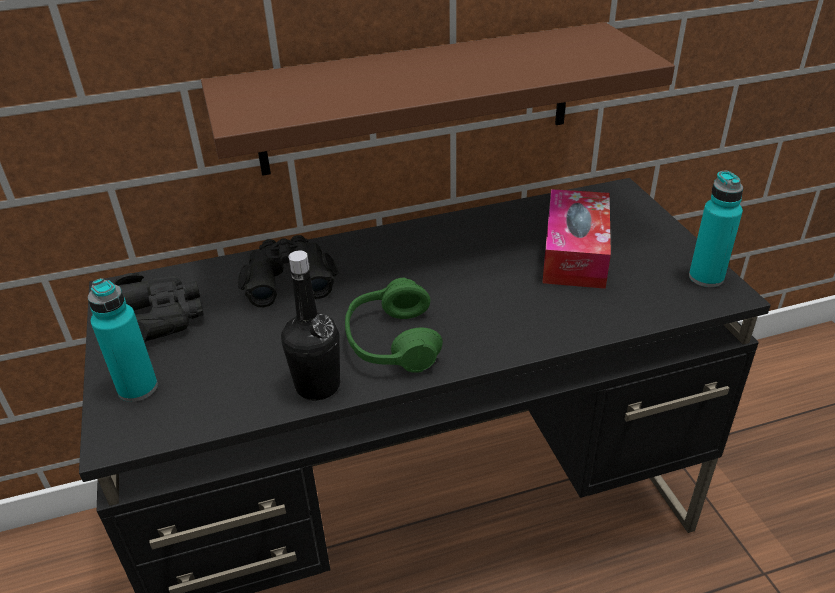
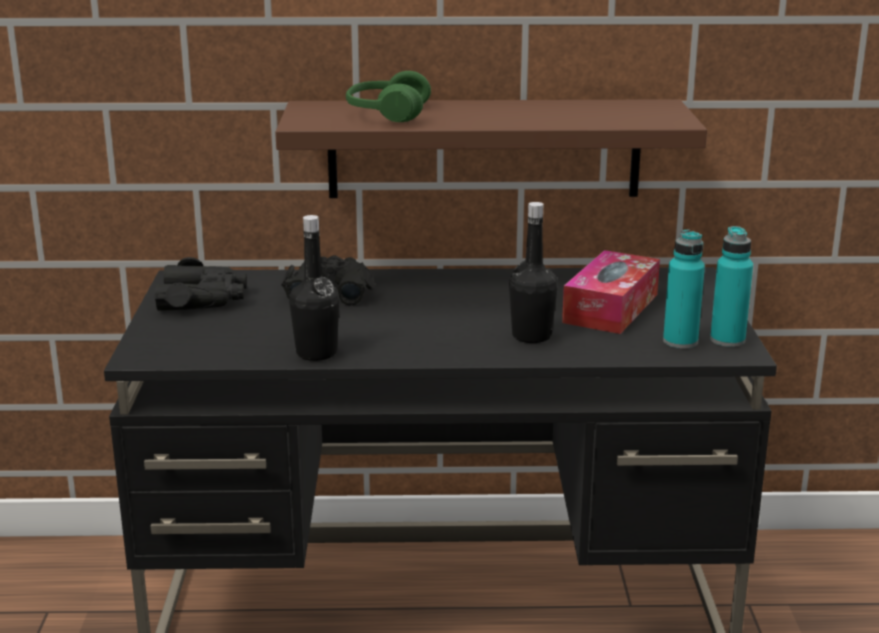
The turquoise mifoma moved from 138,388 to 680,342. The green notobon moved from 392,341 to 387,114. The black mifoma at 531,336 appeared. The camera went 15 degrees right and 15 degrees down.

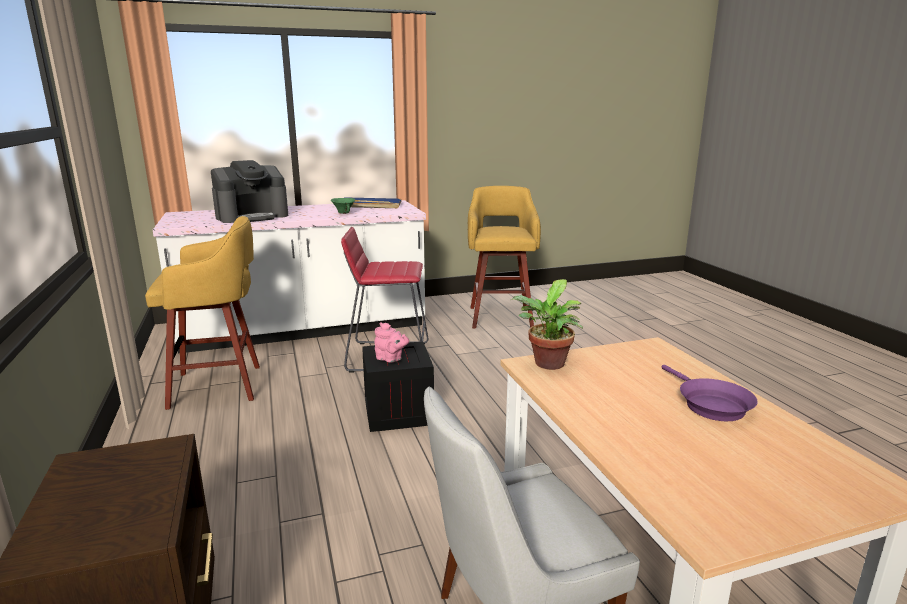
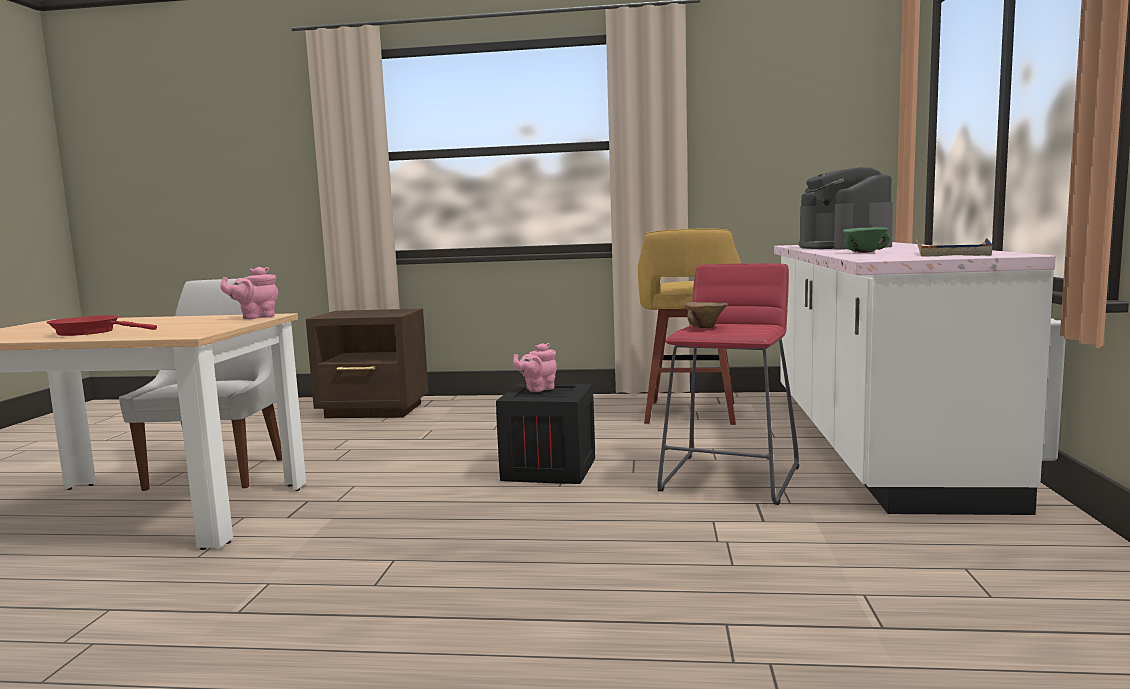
The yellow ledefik at 500,316 disappeared. The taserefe at 547,365 was replaced by the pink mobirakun at 255,317. The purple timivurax at 710,404 became the red timivurax at 91,332. The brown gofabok at 705,328 appeared. The camera went 115 degrees right and 10 degrees down.

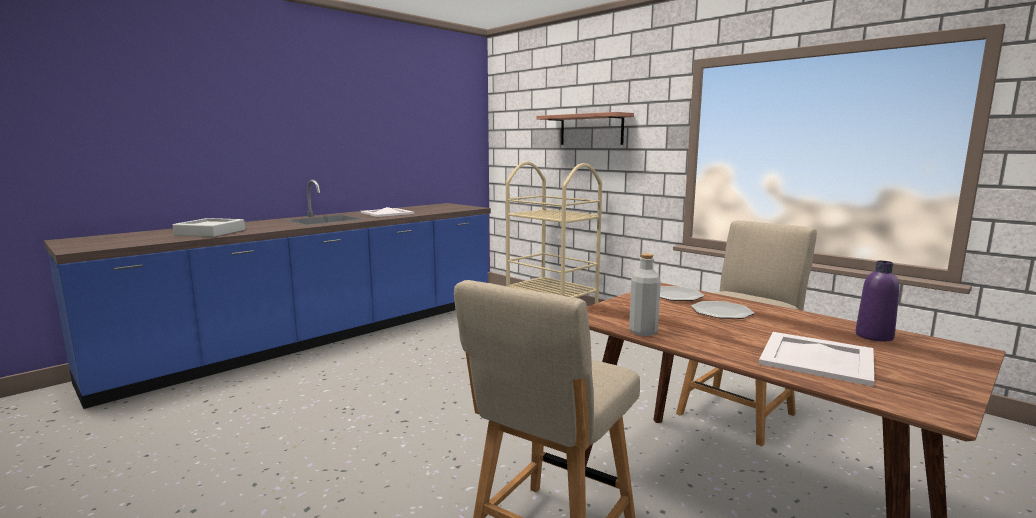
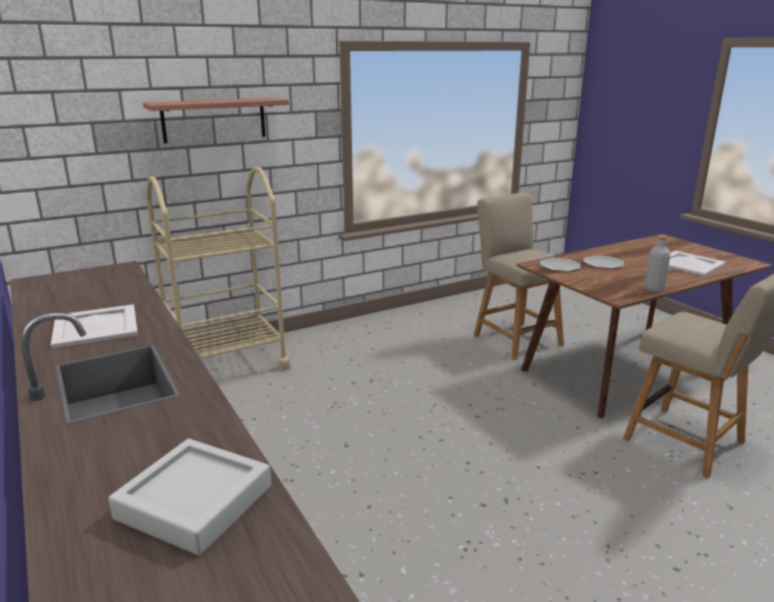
The purple mifoma at 874,336 disappeared. The camera went 75 degrees left and 10 degrees up.

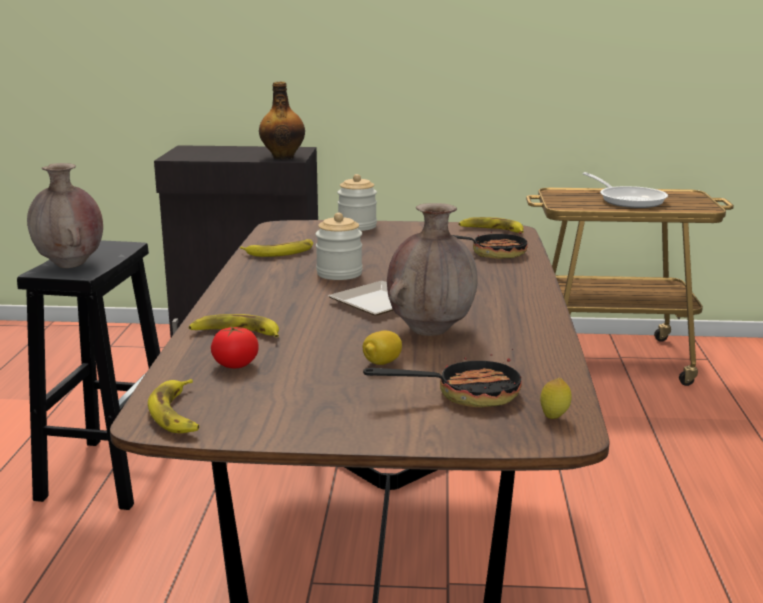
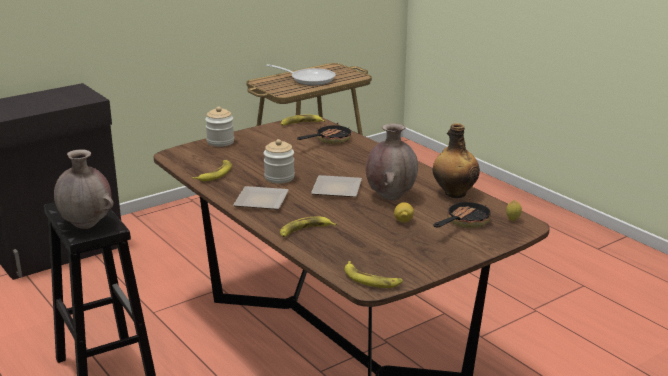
The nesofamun at 236,365 disappeared. The mifoma moved from 283,157 to 454,193. The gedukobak at 260,200 appeared. The camera went 40 degrees left and 5 degrees up.

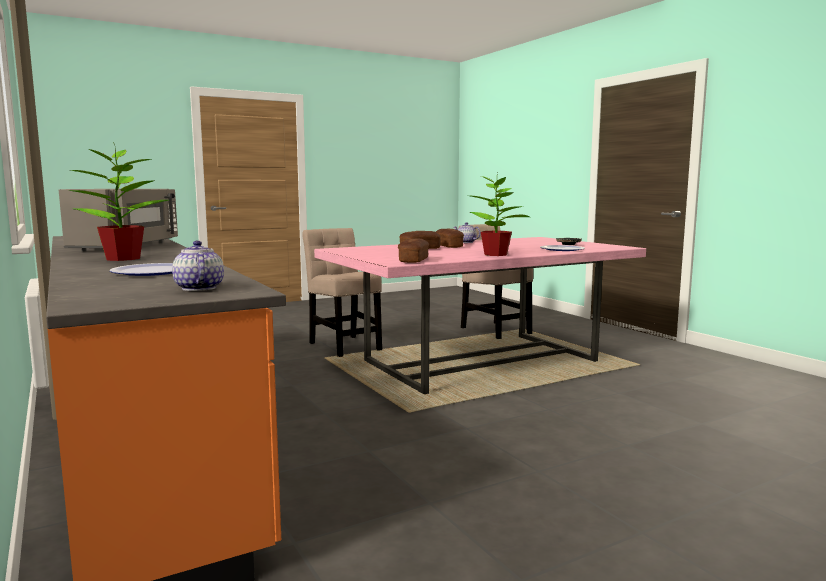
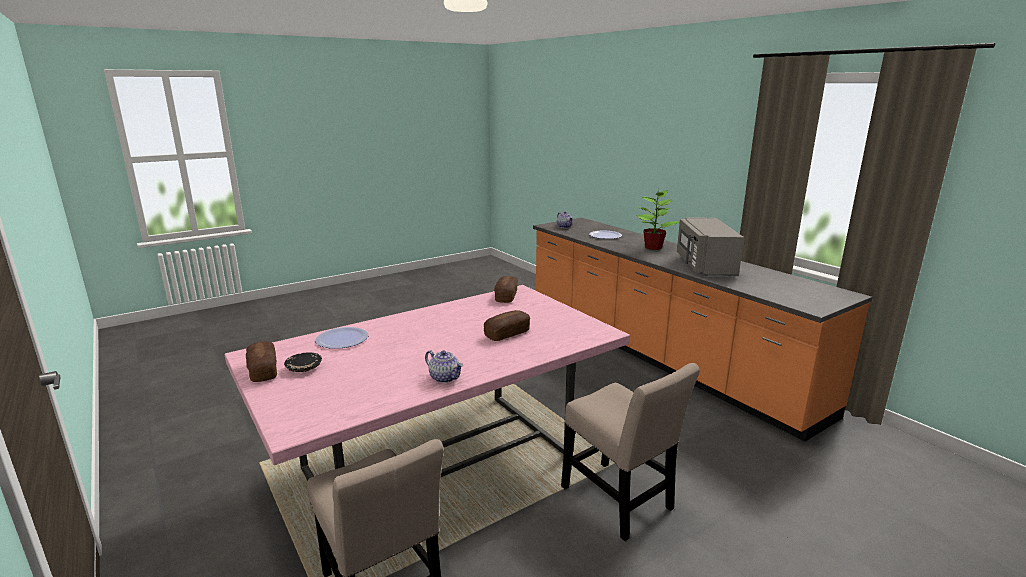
The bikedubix moved from 448,246 to 263,370. The taserefe at 496,254 disappeared. The camera went 175 degrees right and 10 degrees up.

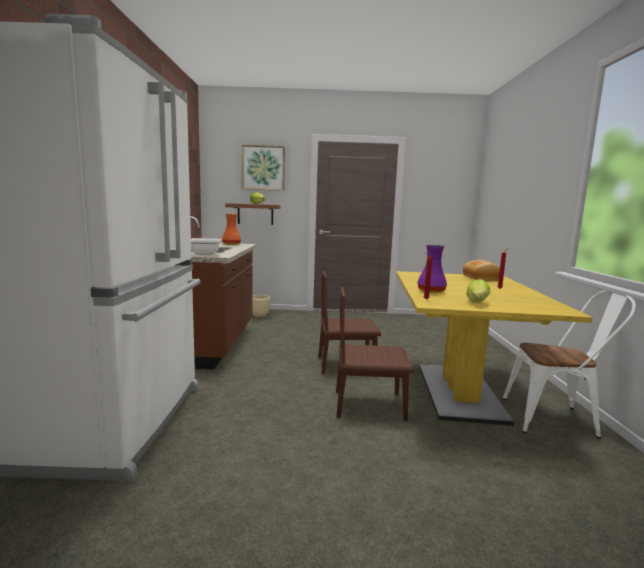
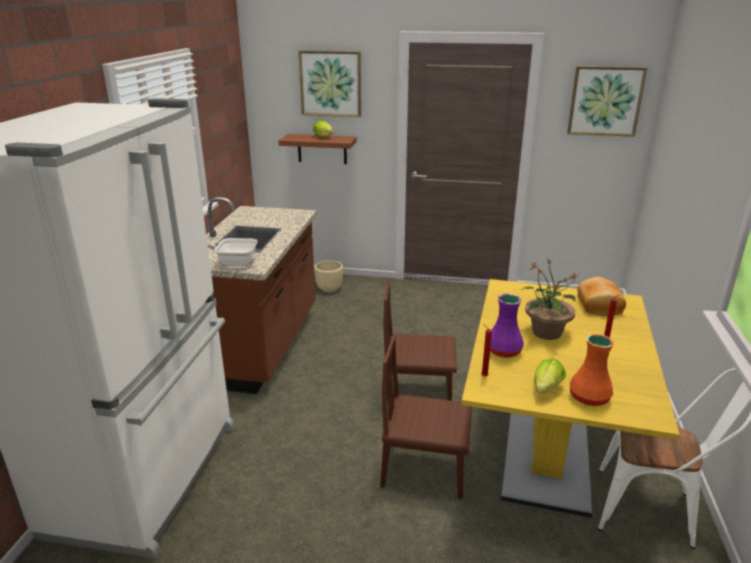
The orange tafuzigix moved from 231,244 to 588,397. The taserefe at 545,332 appeared. The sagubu at 605,101 appeared. The camera went 10 degrees right and 15 degrees up.

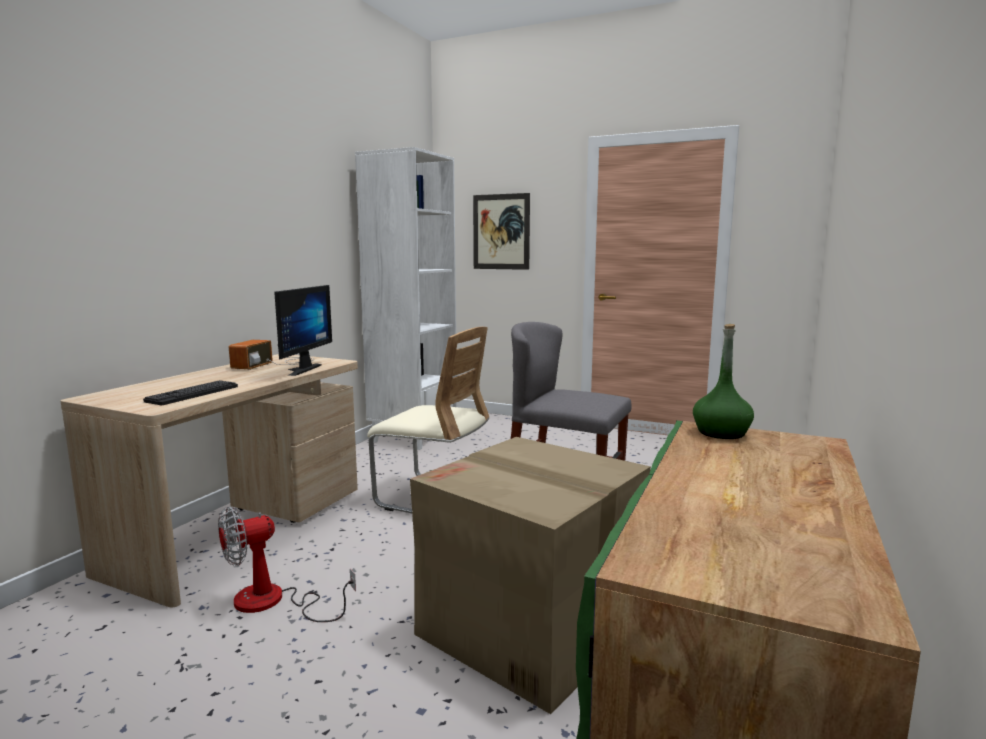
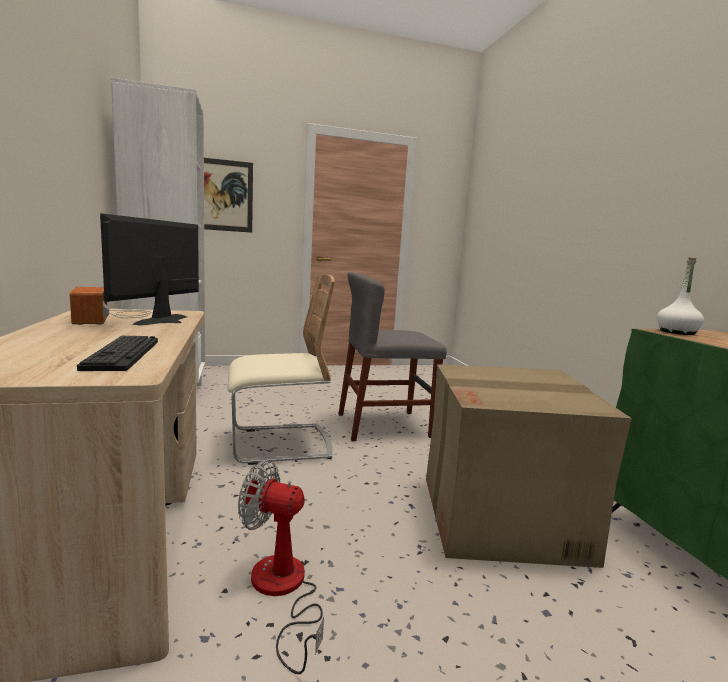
The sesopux at 273,602 turned 90 degrees clockwise. The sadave at 299,369 turned 135 degrees counterclockwise. The green mifoma at 721,433 became the white mifoma at 677,332. The camera went 40 degrees left and 0 degrees up.

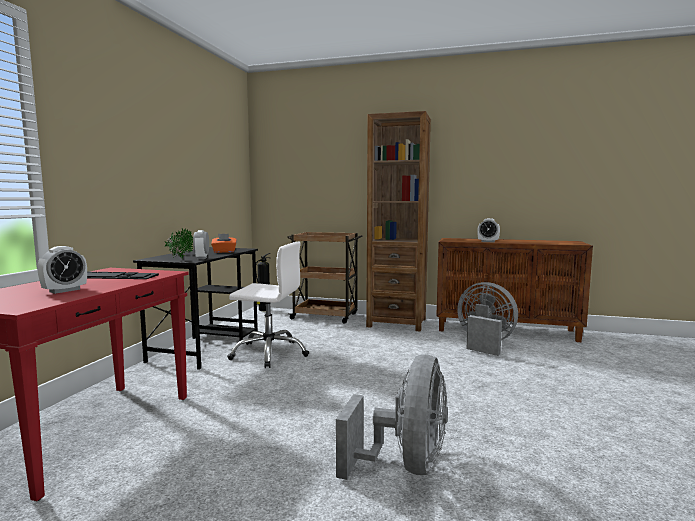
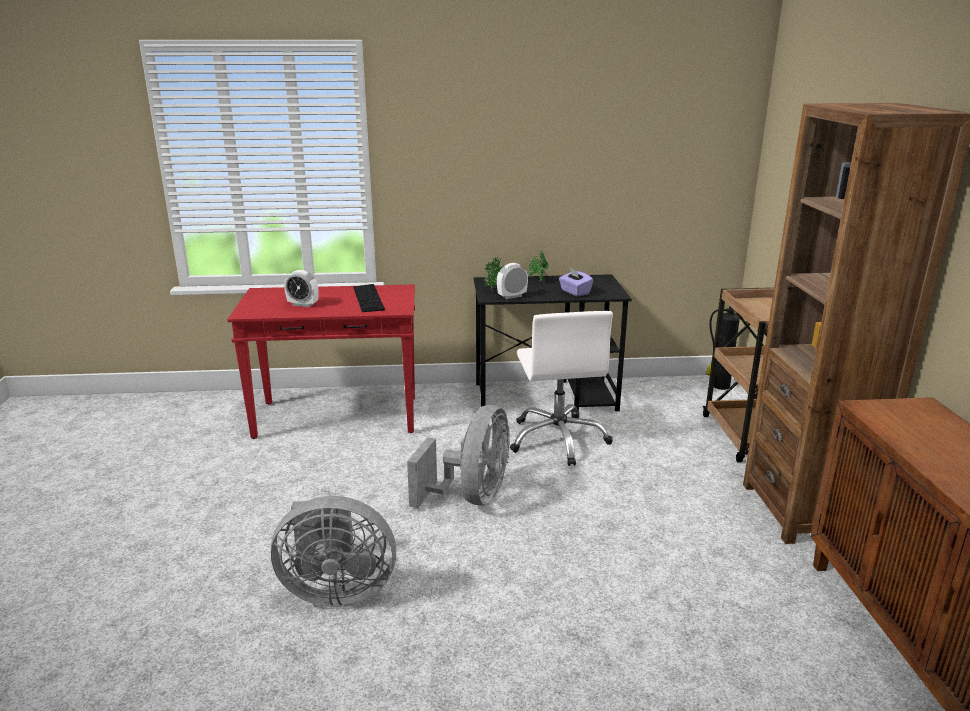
The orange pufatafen at 224,252 became the purple pufatafen at 575,292. The grey sesopux moved from 484,344 to 472,497. The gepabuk at 488,242 disappeared. The camera went 70 degrees right and 15 degrees up.

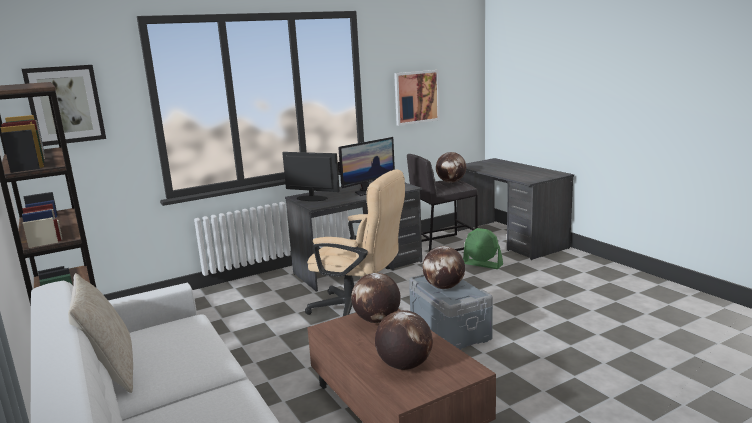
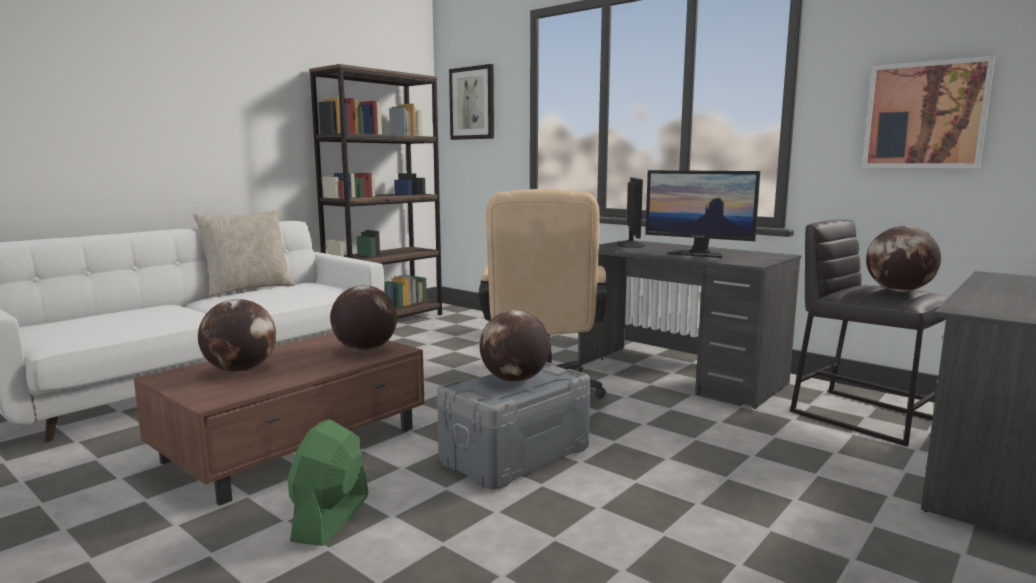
The green sesopux moved from 482,264 to 331,518. The camera went 70 degrees right and 5 degrees down.

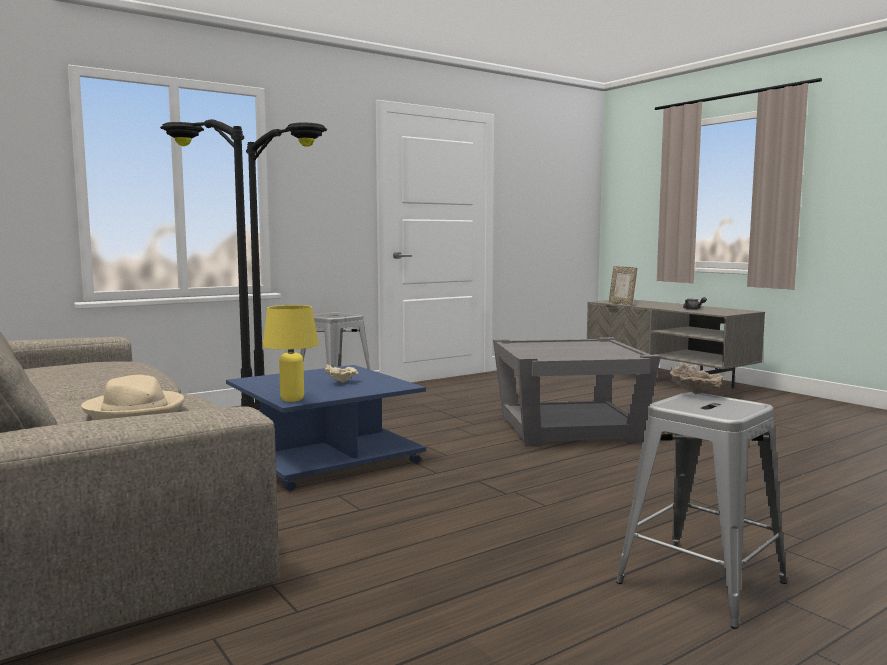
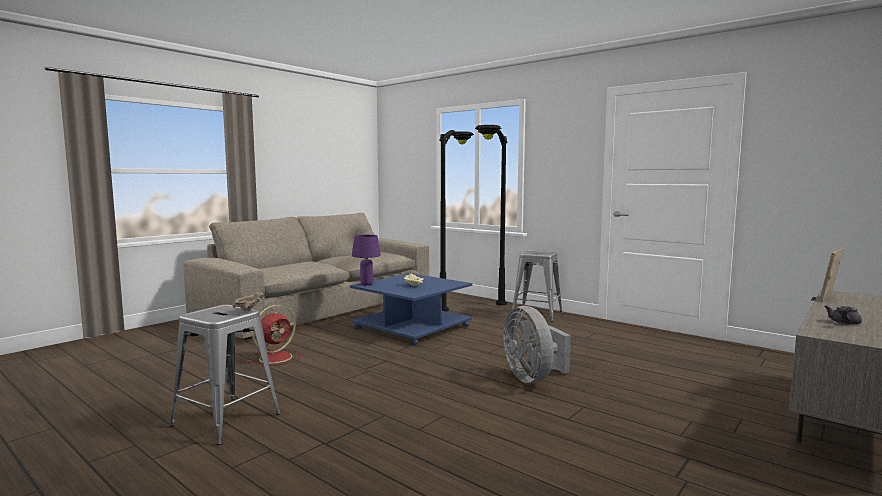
The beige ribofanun at 135,410 disappeared. The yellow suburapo at 291,399 became the purple suburapo at 366,284. The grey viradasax at 568,430 was replaced by the grey sesopux at 533,378. The red sesopux at 277,357 appeared. The camera went 75 degrees right and 0 degrees up.

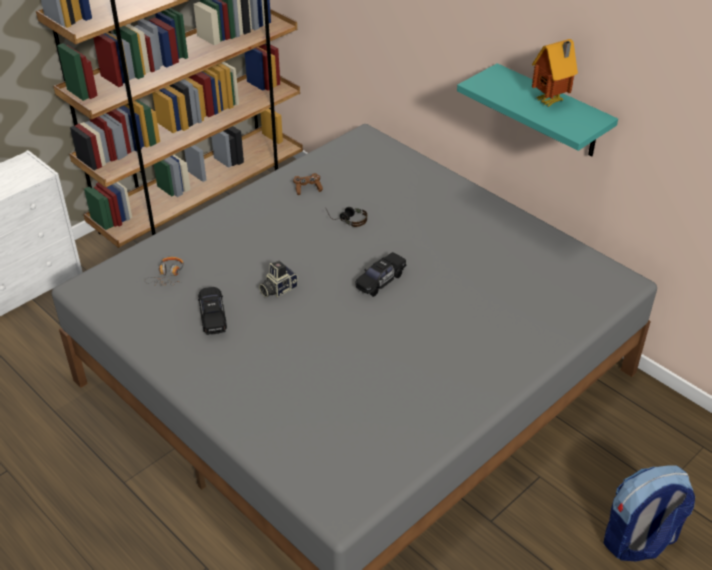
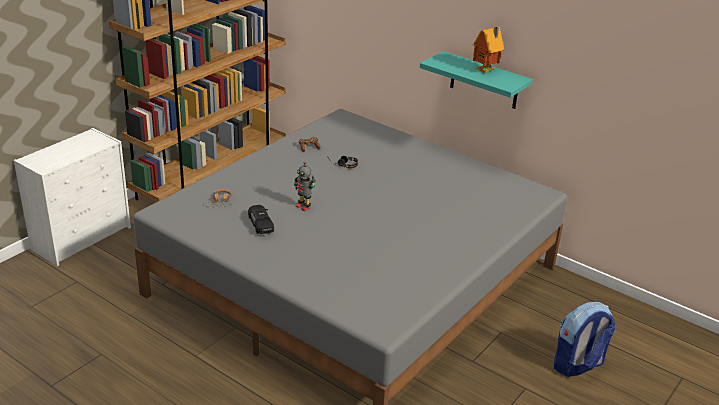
The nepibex at 277,289 was replaced by the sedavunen at 303,207. The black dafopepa at 380,281 disappeared. The camera went 10 degrees left and 10 degrees down.

